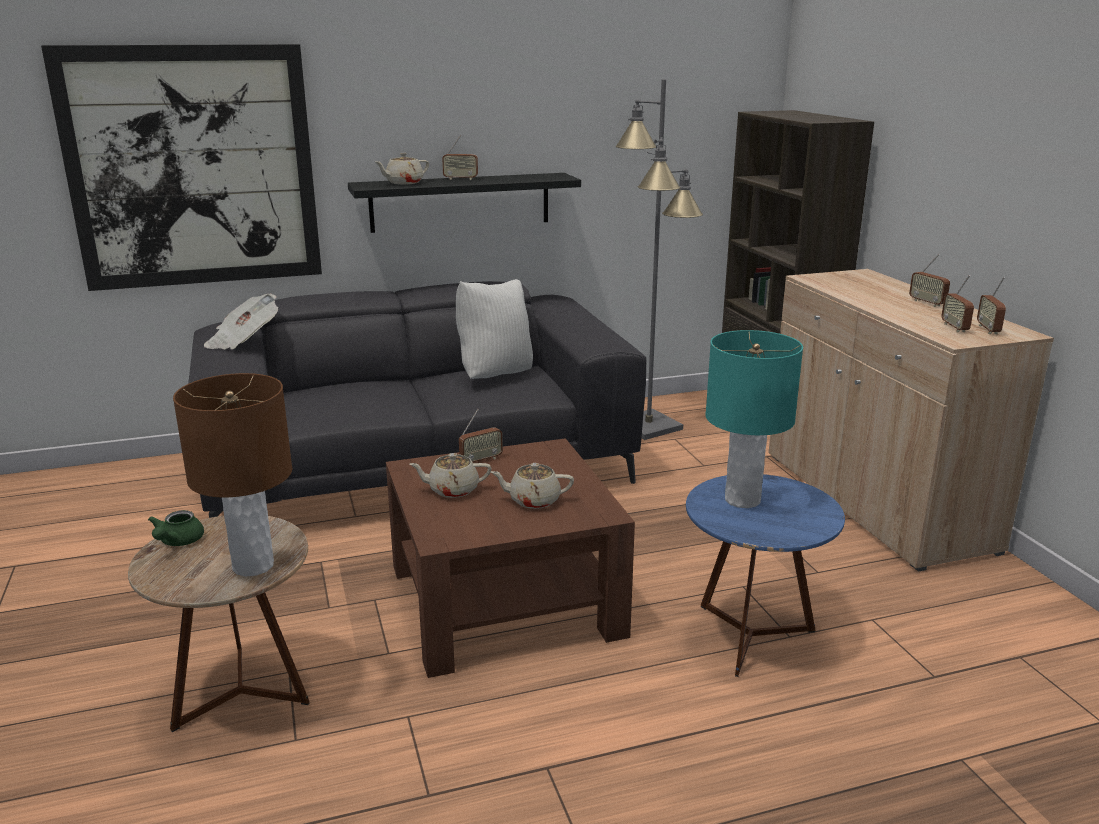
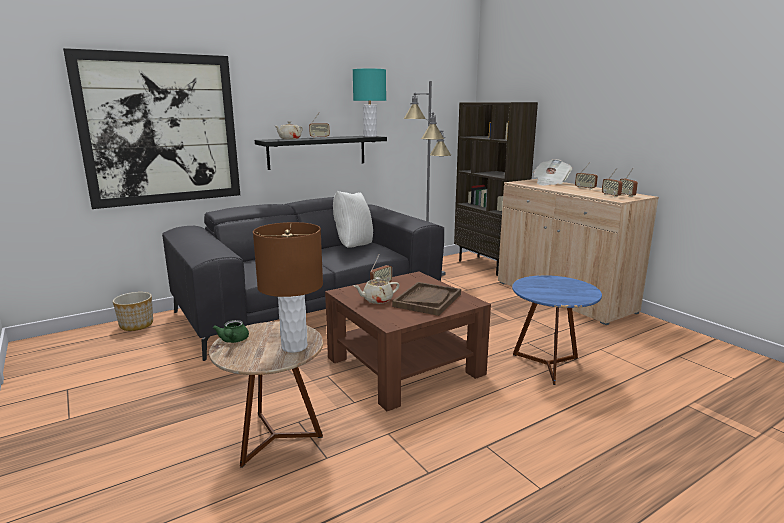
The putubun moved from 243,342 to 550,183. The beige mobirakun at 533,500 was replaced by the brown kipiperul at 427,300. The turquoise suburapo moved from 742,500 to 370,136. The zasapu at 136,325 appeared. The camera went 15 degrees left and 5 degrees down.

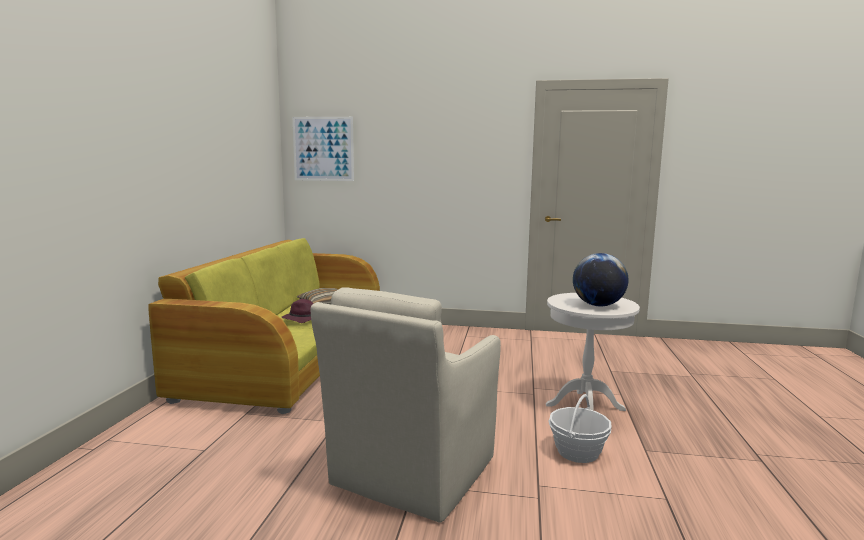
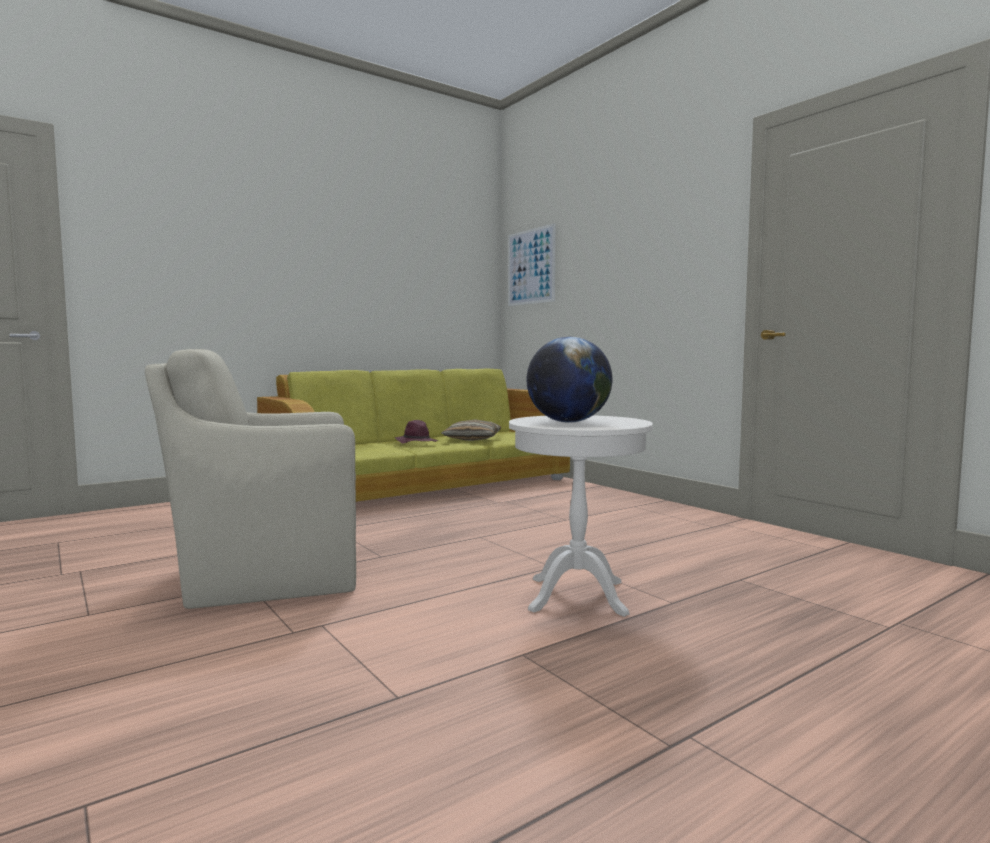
The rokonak at 577,452 disappeared. The camera went 45 degrees right and 5 degrees down.

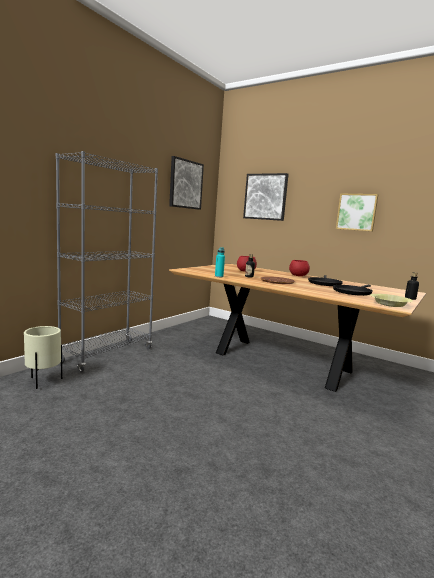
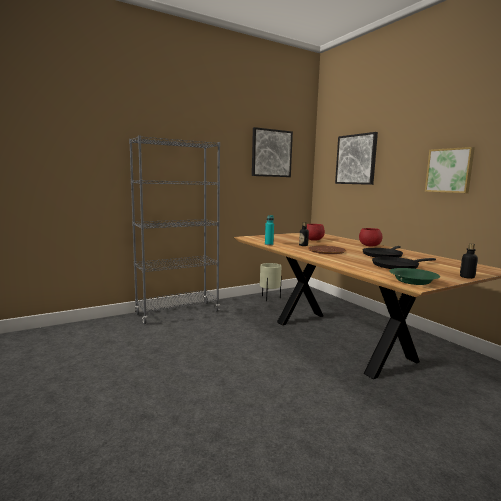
The beige zasapu moved from 44,382 to 269,298. The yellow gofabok at 389,305 became the green gofabok at 412,282. The camera went 25 degrees right and 0 degrees up.

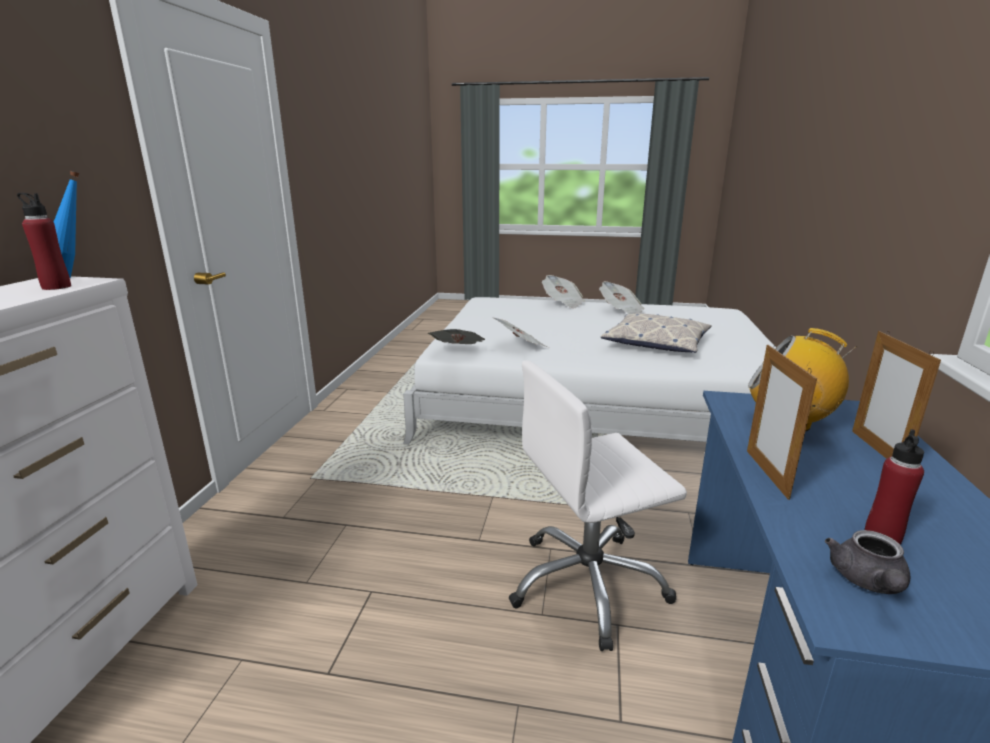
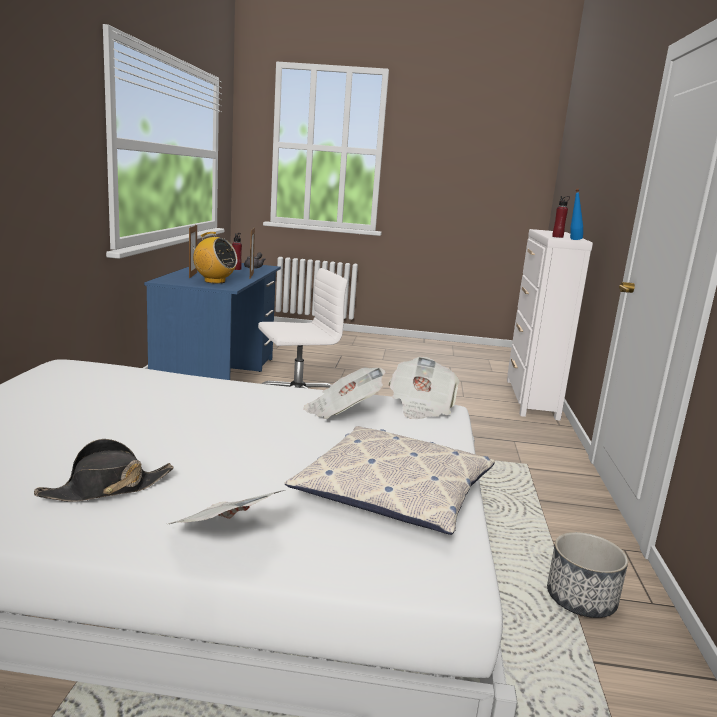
The putubun at 621,311 was replaced by the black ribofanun at 106,488. The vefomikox moved from 656,343 to 394,492. The zasapu at 580,599 appeared. The camera went 175 degrees right and 5 degrees down.

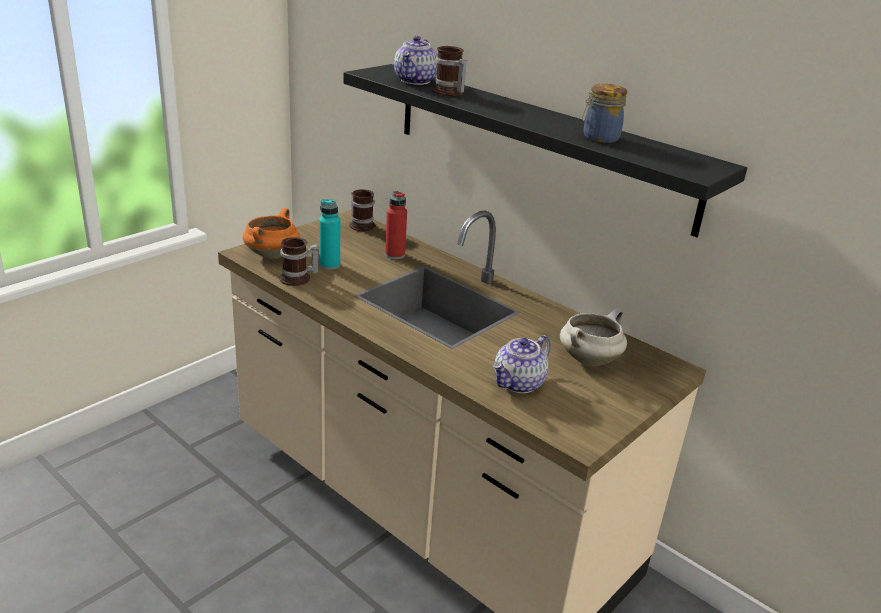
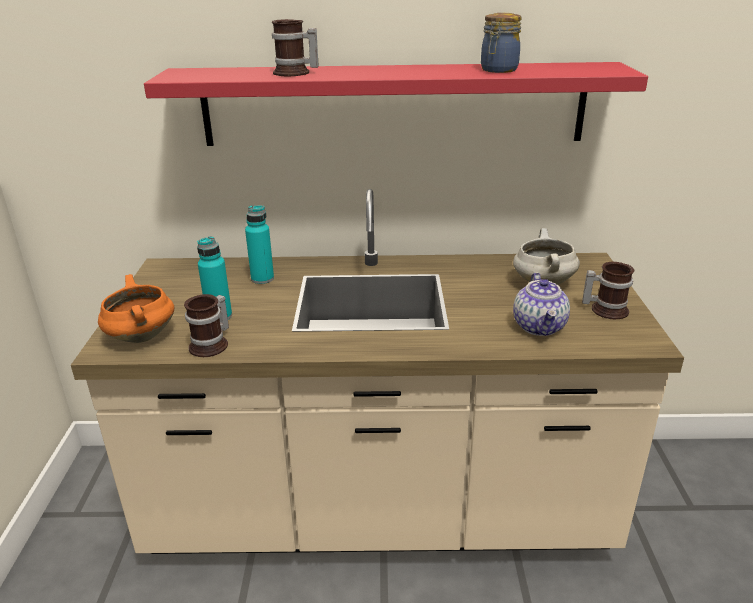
The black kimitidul at 537,143 became the red kimitidul at 393,105. The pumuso moved from 362,224 to 605,309. The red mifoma at 395,255 became the turquoise mifoma at 262,278. The mobirakun at 415,81 disappeared. The camera went 40 degrees left and 0 degrees up.

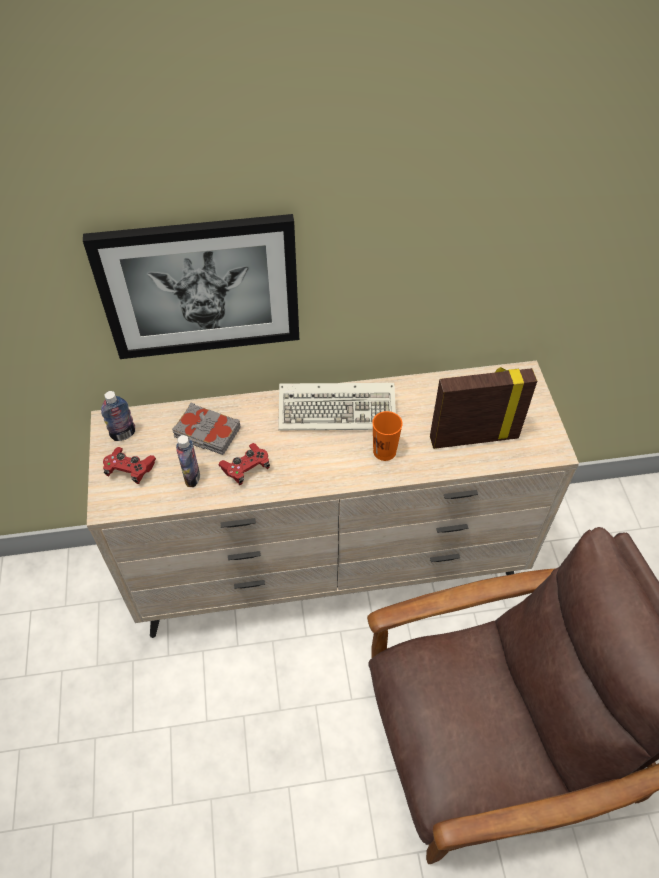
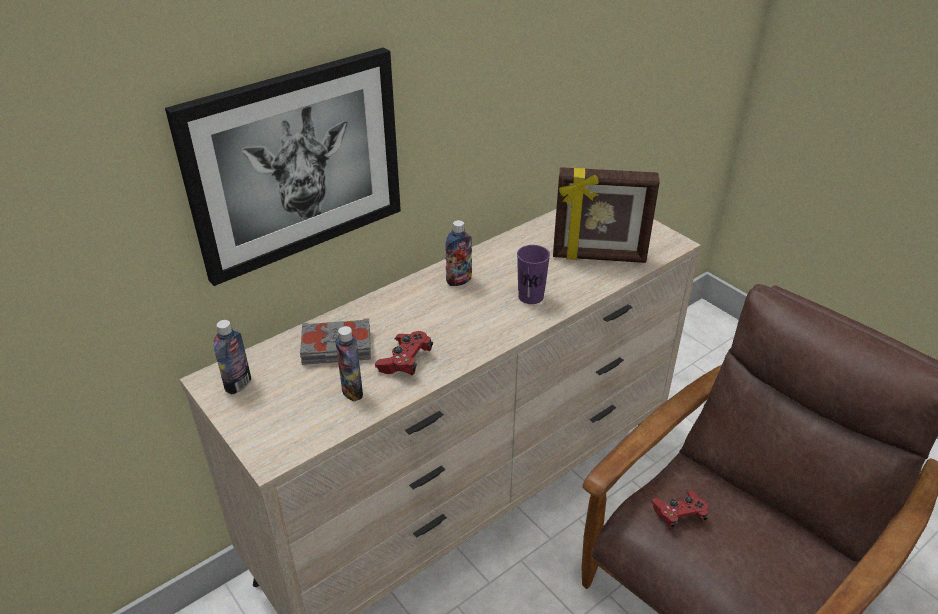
The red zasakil moved from 130,469 to 679,515. The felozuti at 340,409 was replaced by the mifoma at 459,280. The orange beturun at 384,451 became the purple beturun at 531,296. The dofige at 473,436 turned 135 degrees counterclockwise. The camera went 30 degrees left and 15 degrees down.

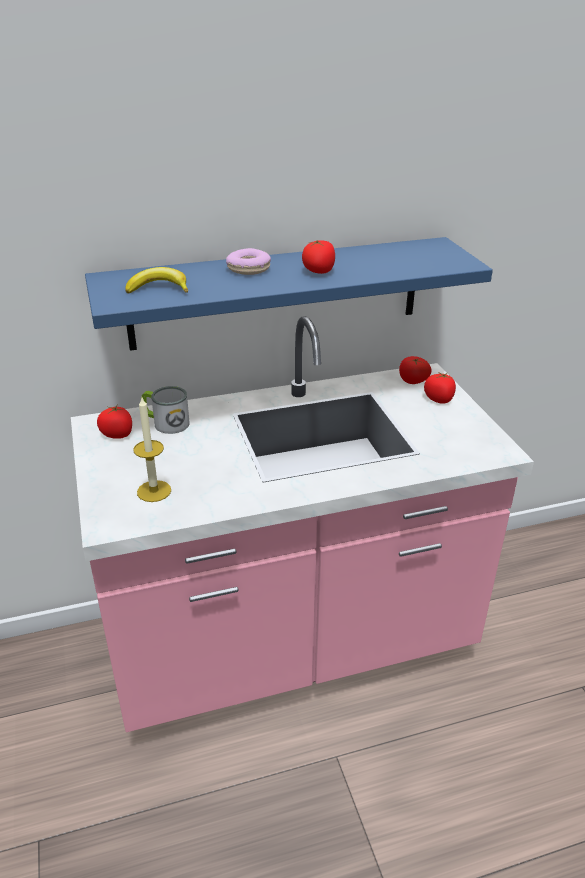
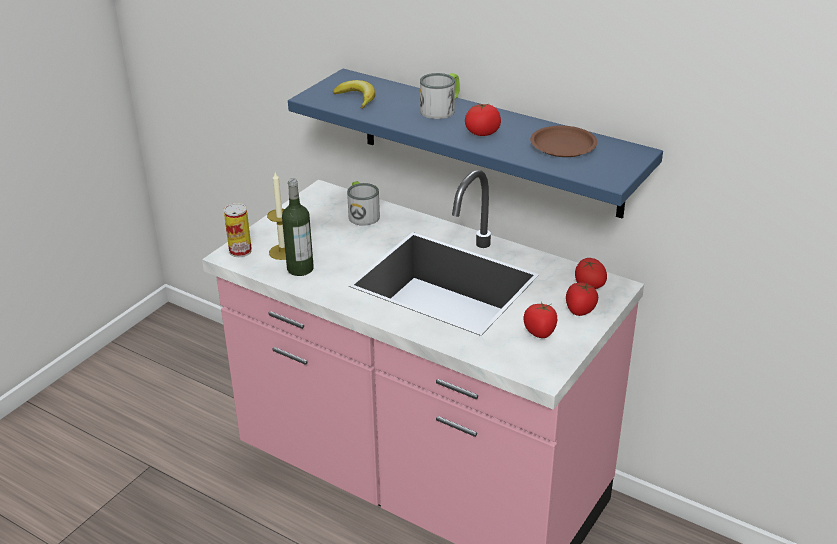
The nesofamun moved from 117,434 to 540,332. The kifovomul at 248,269 was replaced by the pumuso at 441,109. The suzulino at 240,251 appeared. The mifoma at 300,269 appeared. The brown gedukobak at 563,146 appeared. The camera went 50 degrees right and 0 degrees up.

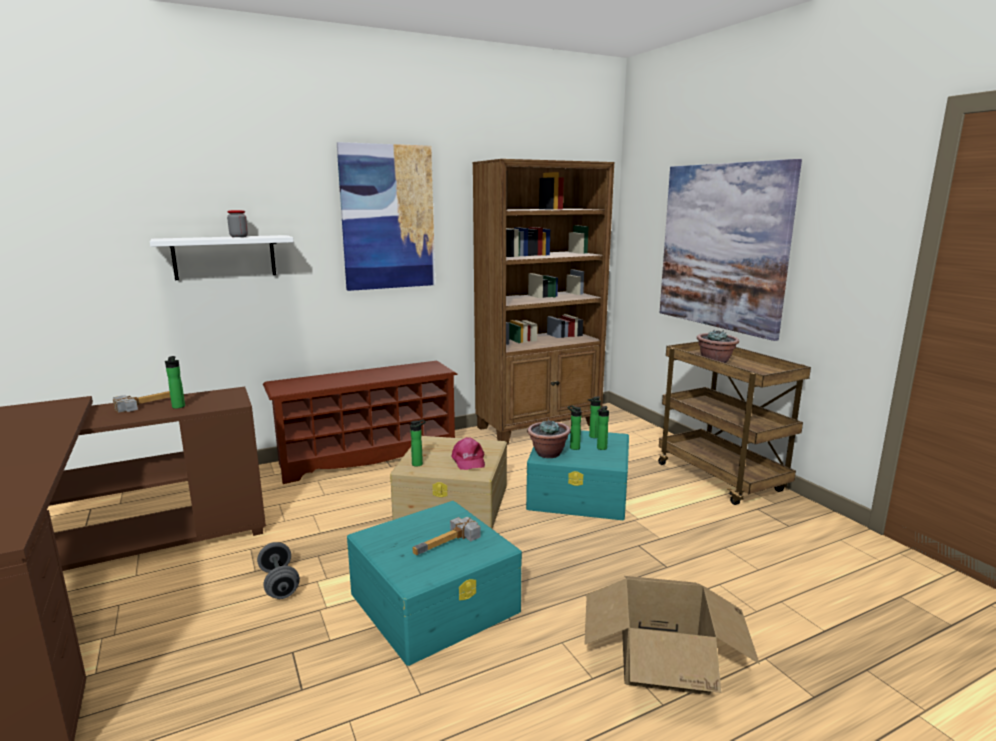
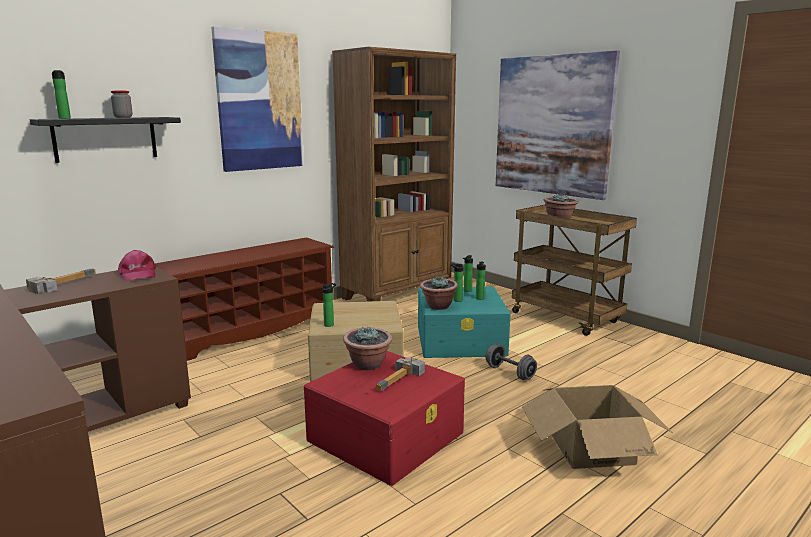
The white kimitidul at 224,257 became the black kimitidul at 105,138. The mifoma moved from 178,407 to 64,118. The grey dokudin moved from 279,583 to 510,372. The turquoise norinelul at 435,602 became the red norinelul at 386,435. The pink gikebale moved from 468,460 to 137,274. The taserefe at 368,364 appeared. The camera went 15 degrees left and 0 degrees up.

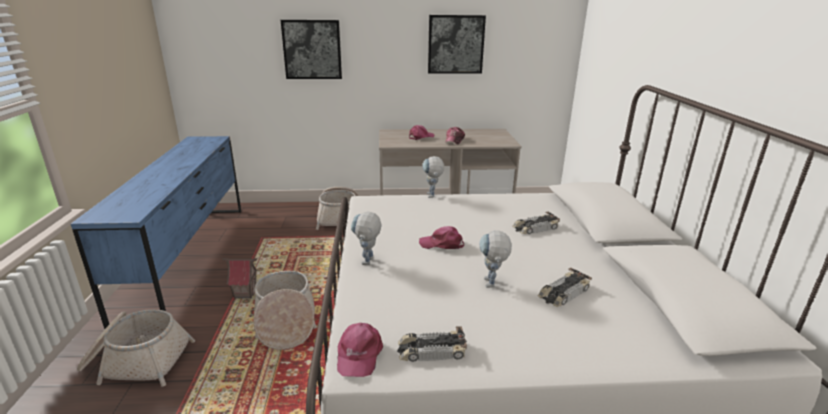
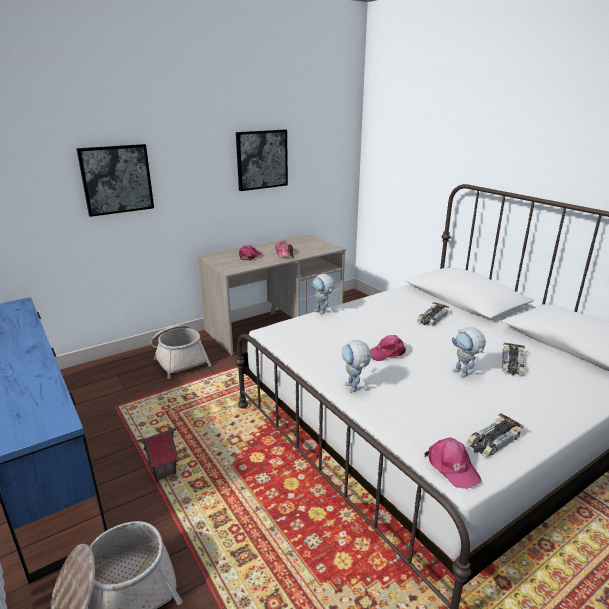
The rokonak at 285,322 disappeared. The camera went 30 degrees left and 0 degrees up.

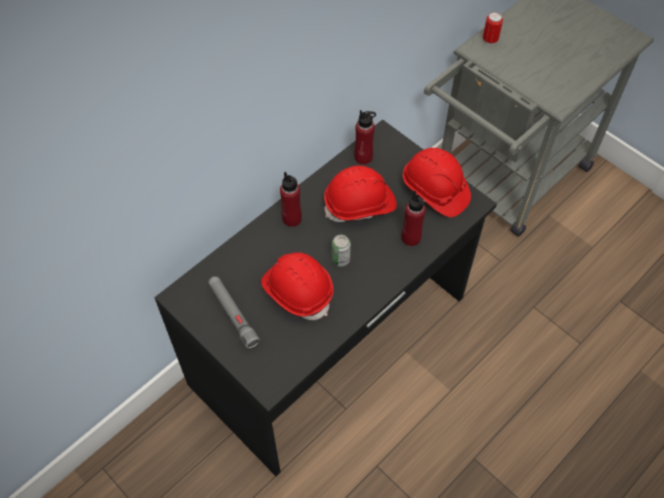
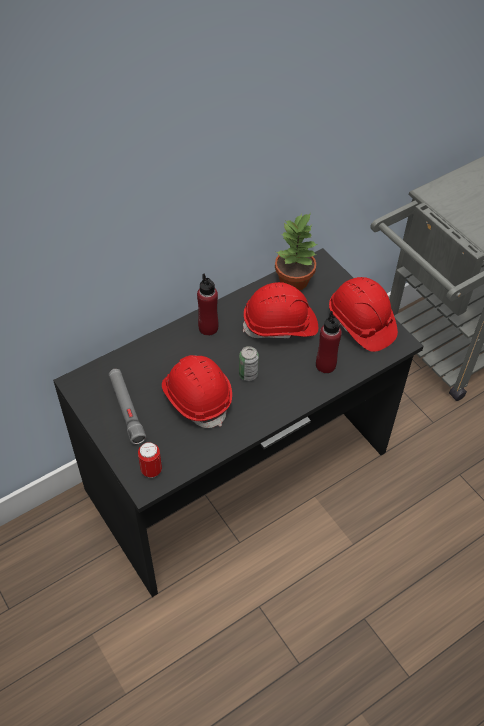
The red mifoma at 363,157 was replaced by the taserefe at 295,281. The suzulino moved from 490,40 to 151,470. The camera went 10 degrees right and 5 degrees down.

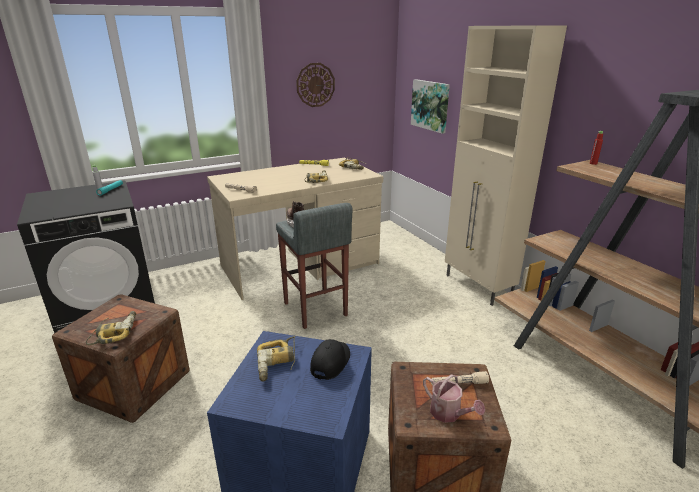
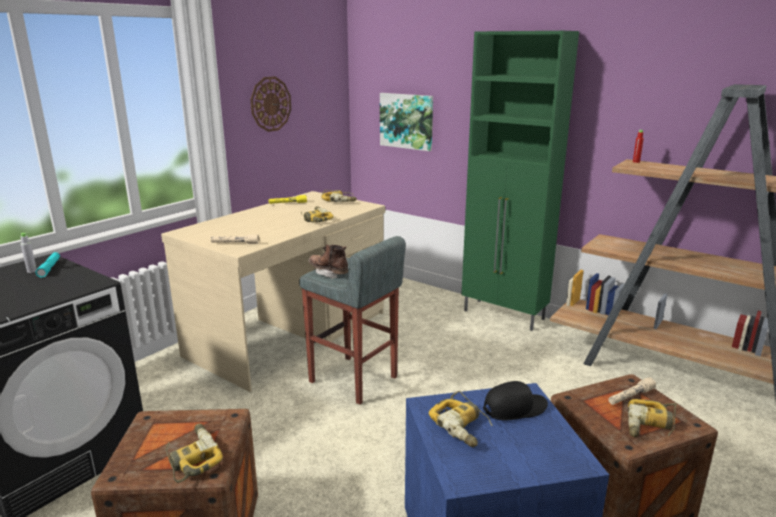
The black gikebale at 330,362 turned 75 degrees clockwise. The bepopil at 449,414 was replaced by the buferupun at 651,425. The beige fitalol at 478,287 became the green fitalol at 504,315. The camera went 25 degrees left and 5 degrees down.

